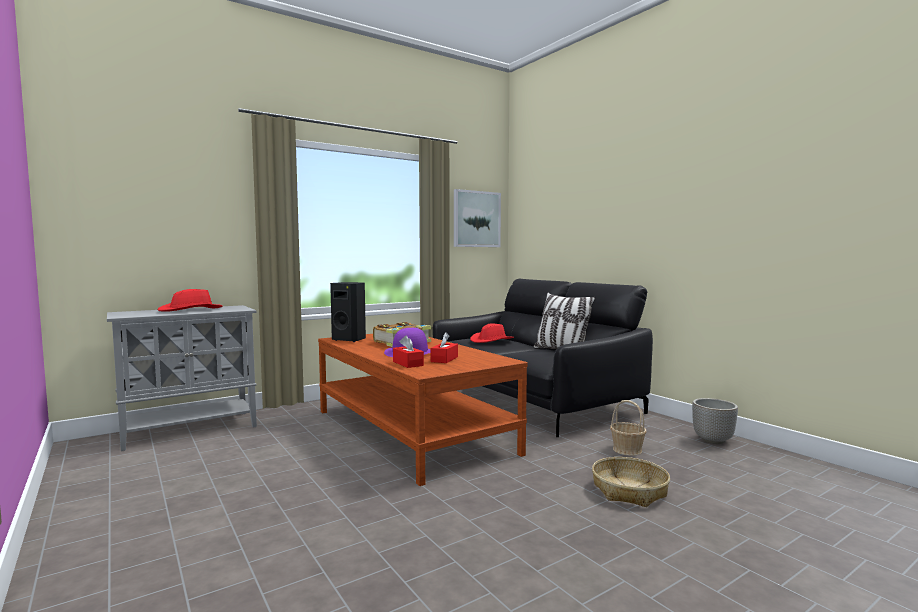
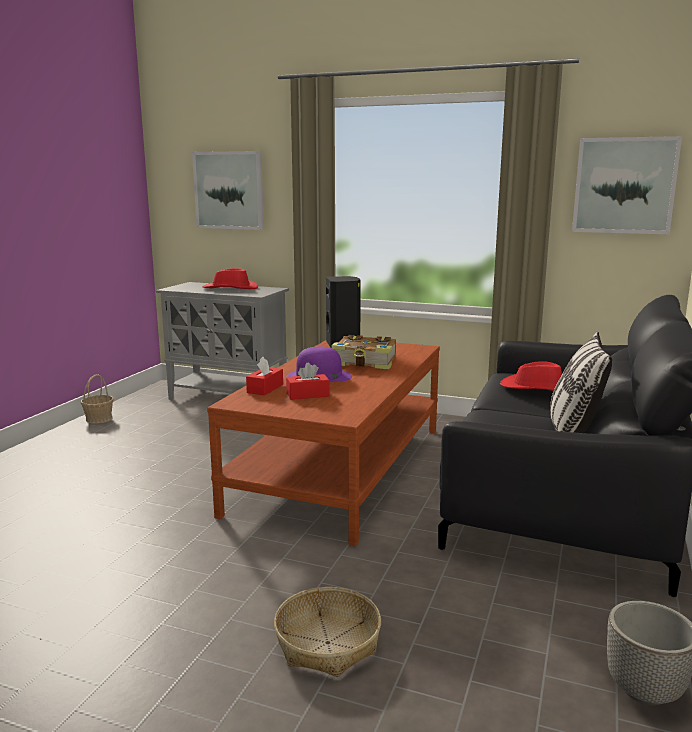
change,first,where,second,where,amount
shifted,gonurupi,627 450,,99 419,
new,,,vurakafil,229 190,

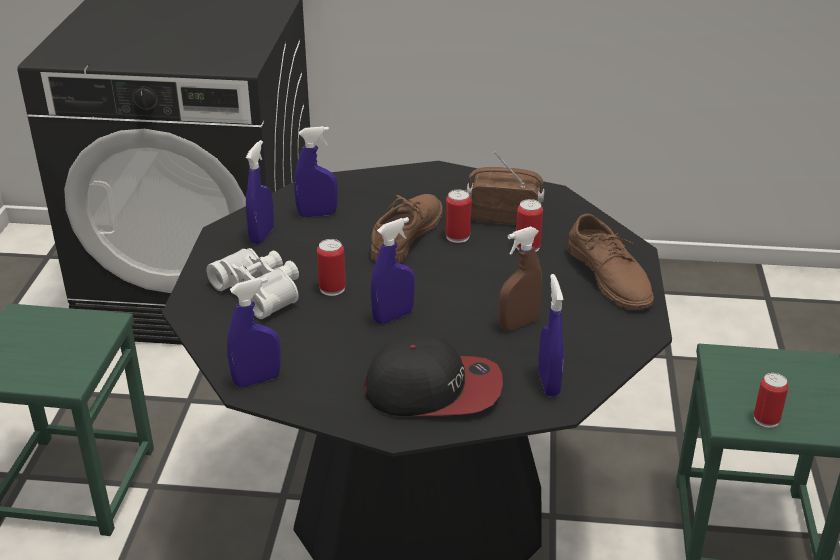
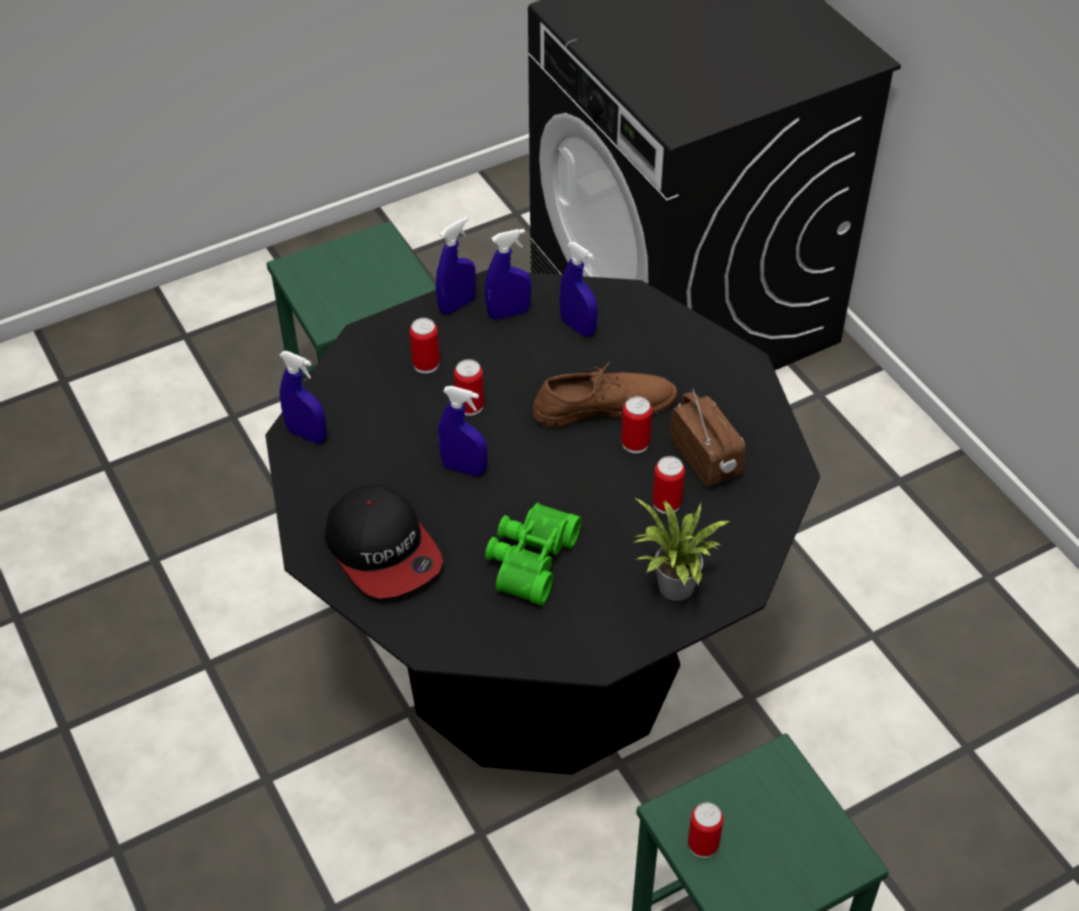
change,first,where,second,where,amount
swapped,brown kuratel,610 276,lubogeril,673 590,
swapped,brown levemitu,518 324,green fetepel,528 559,
swapped,white fetepel,261 291,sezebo,426 364,
shifted,blue levemitu,548 383,,457 305,

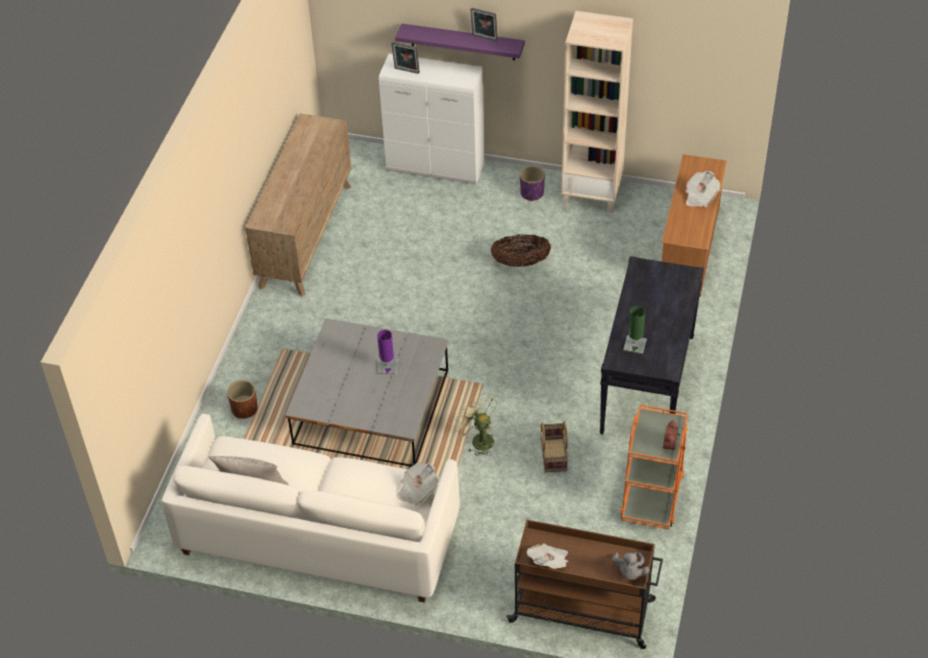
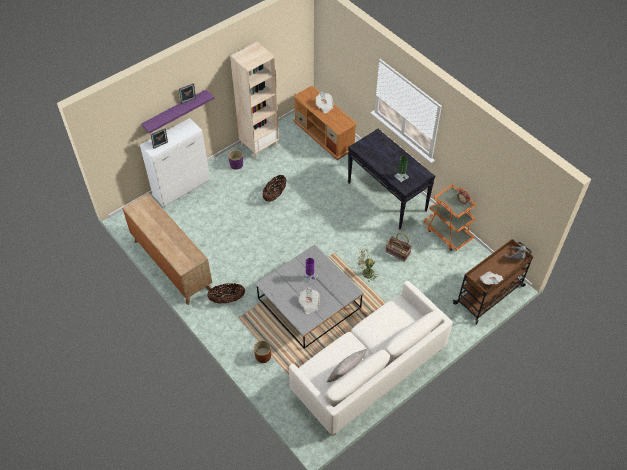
change,first,where,second,where,amount
shifted,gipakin,417 490,,309 304,
new,,,gonurupi,227 299,

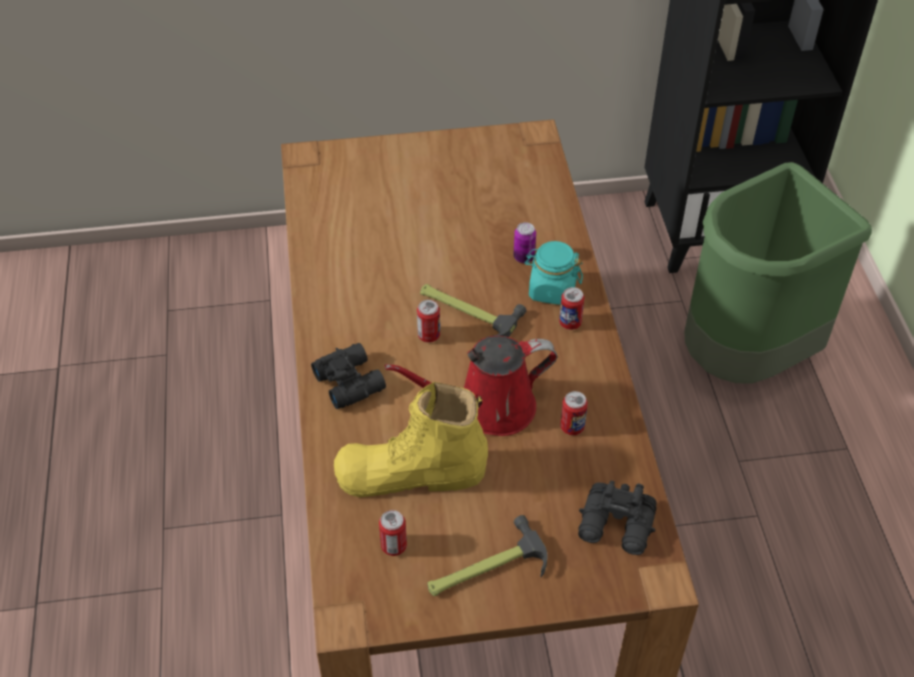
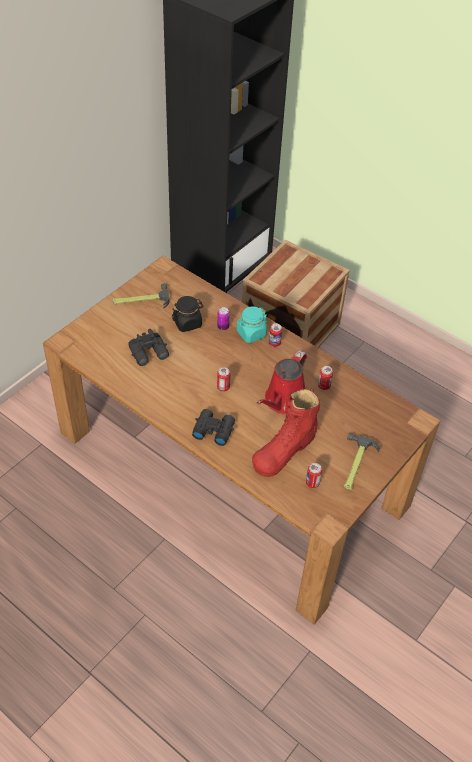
change,first,where,second,where,amount
swapped,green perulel,745 359,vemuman,290 329,
shifted,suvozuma,467 311,,141 300,
repainted,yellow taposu,411 473,red taposu,284 449,
shifted,black fetepel,617 527,,150 353,
new,,,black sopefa,187 323,

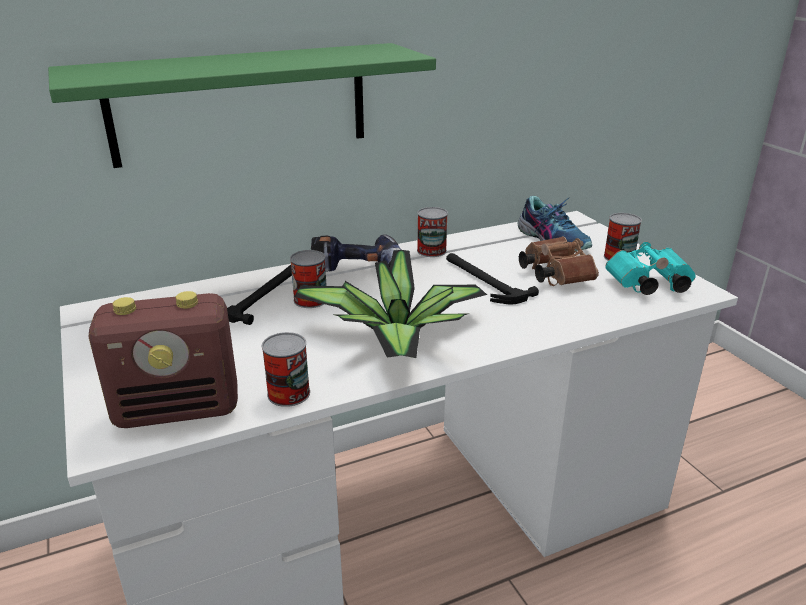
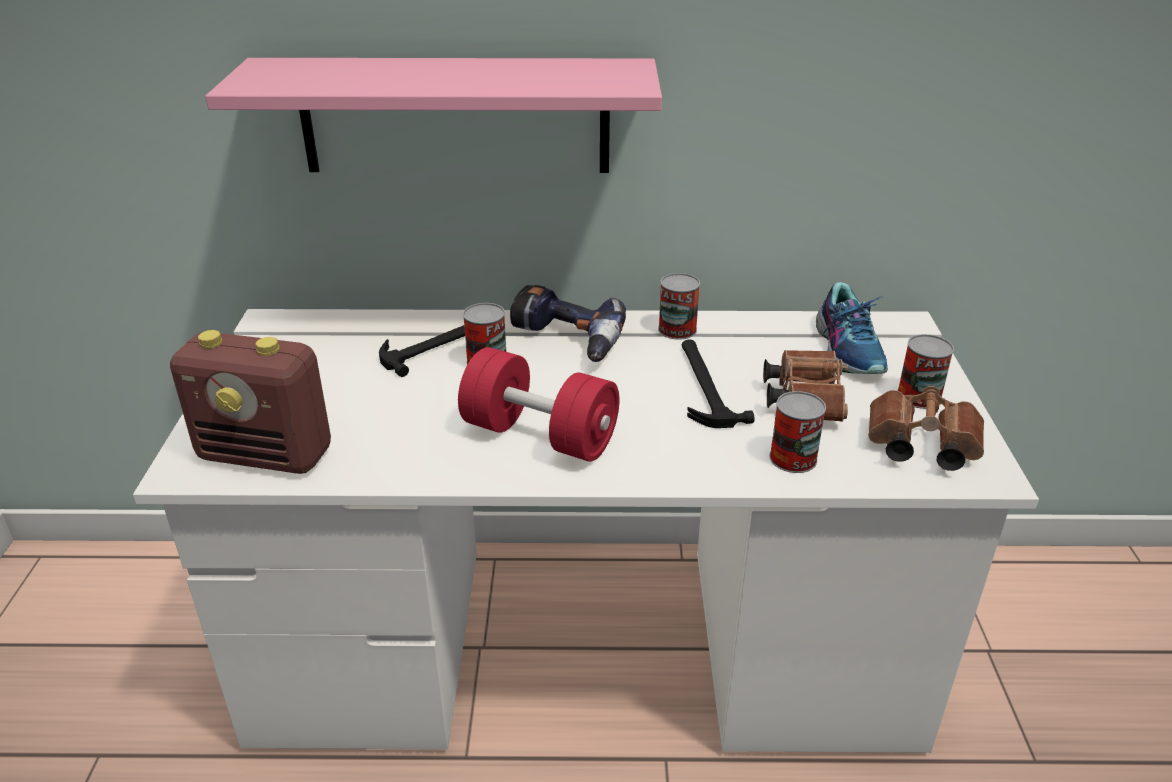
change,first,where,second,where,amount
repainted,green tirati,241 104,pink tirati,455 116,
repainted,turquoise fetepel,647 285,brown fetepel,918 447,
swapped,lubogeril,397 338,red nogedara,539 435,
shifted,sezebo,288 393,,793 458,

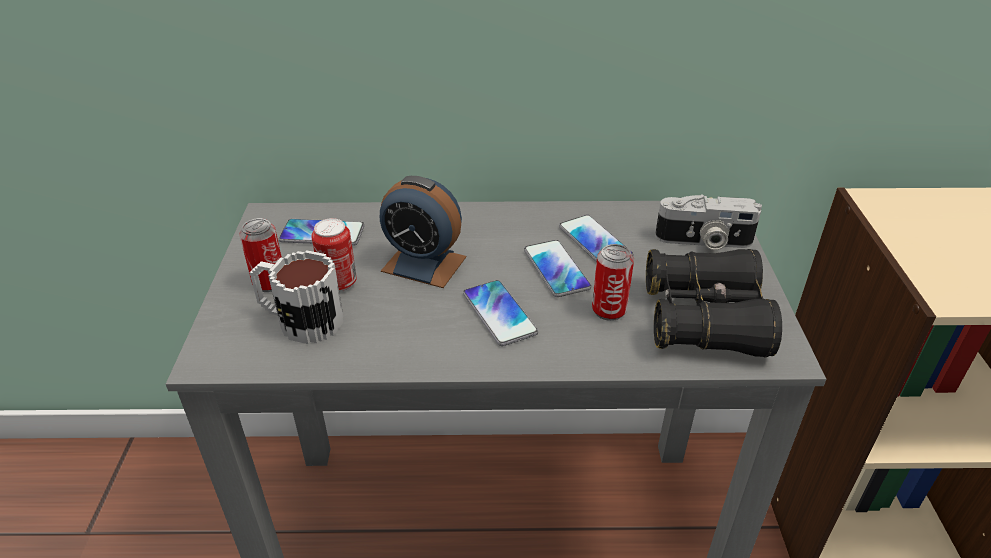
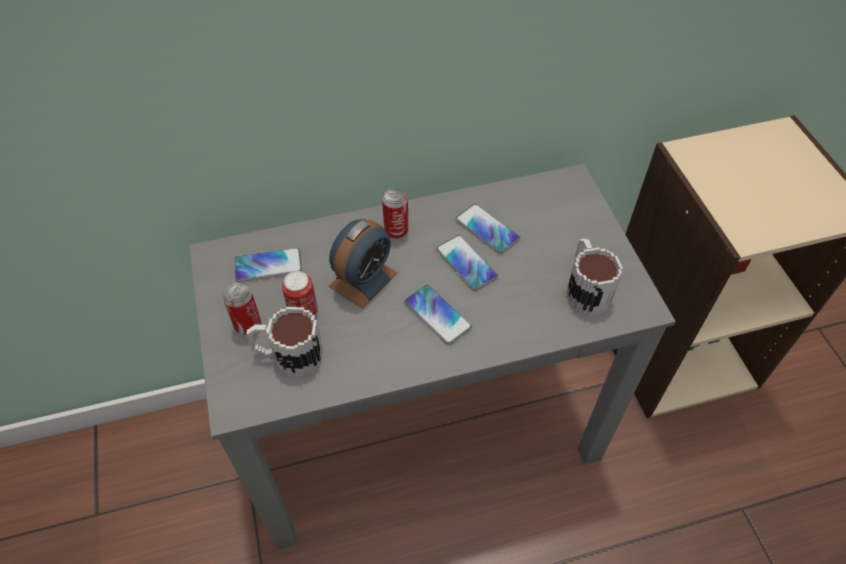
change,first,where,second,where,amount
rotated,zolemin,424 264,,363 279,60 degrees counterclockwise
gone,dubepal,704 241,,,
shifted,sezebo,609 310,,396 230,
swapped,black fetepel,704 319,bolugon,585 288,

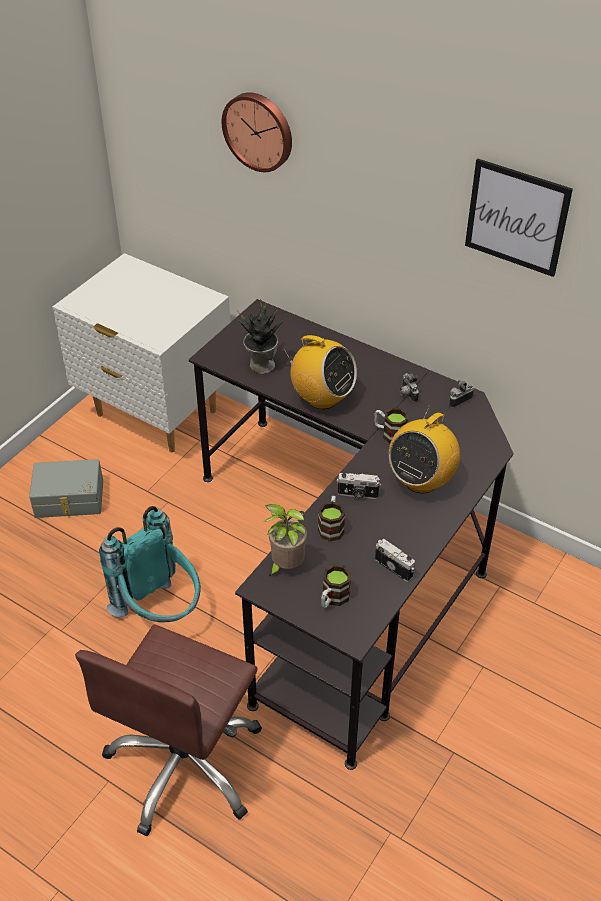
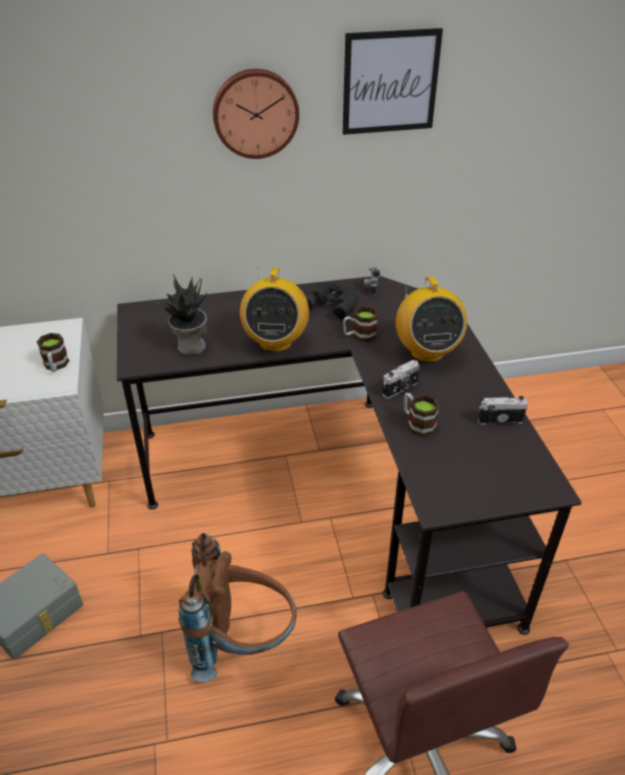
change,first,where,second,where,amount
shifted,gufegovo,259 131,,255 113,
rotated,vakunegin,322 398,,275 342,105 degrees clockwise
swapped,dubepal,407 394,black fetepel,332 304,
gone,lubogeril,285 566,,,
repainted,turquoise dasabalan,161 612,brown dasabalan,242 642,
shifted,bolugon,333 599,,56 366,

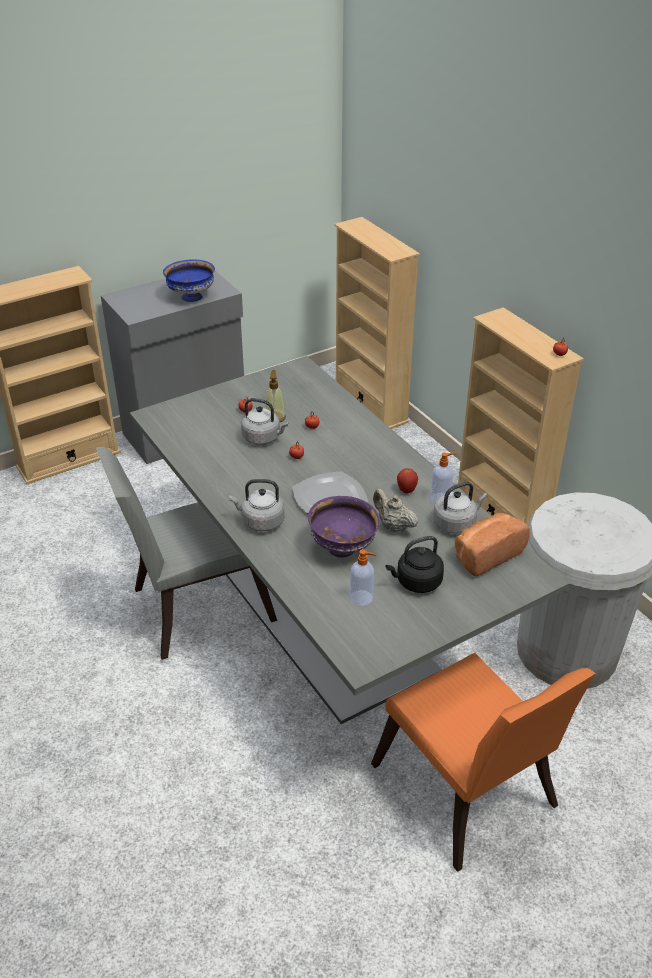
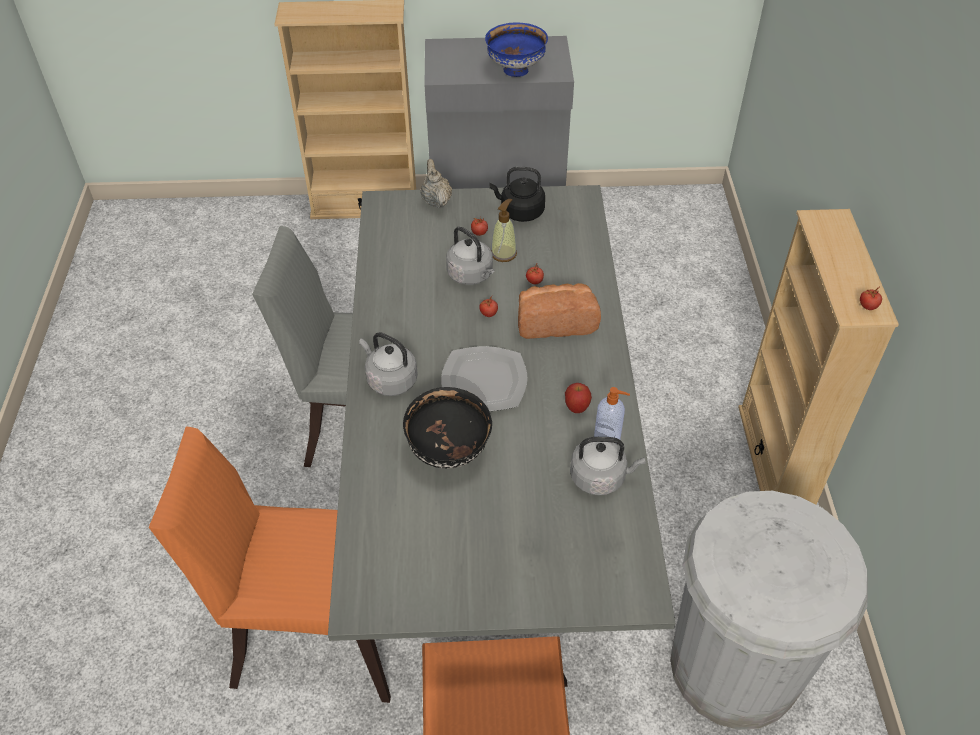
change,first,where,second,where,amount
gone,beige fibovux,370 405,,,
shifted,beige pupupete,393 526,,436 201,
repainted,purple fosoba,343 548,black fosoba,449 452,
shifted,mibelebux,486 554,,555 322,
shifted,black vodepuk,416 582,,519 212,
gone,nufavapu,362 598,,,
new,,,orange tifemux,310 625,

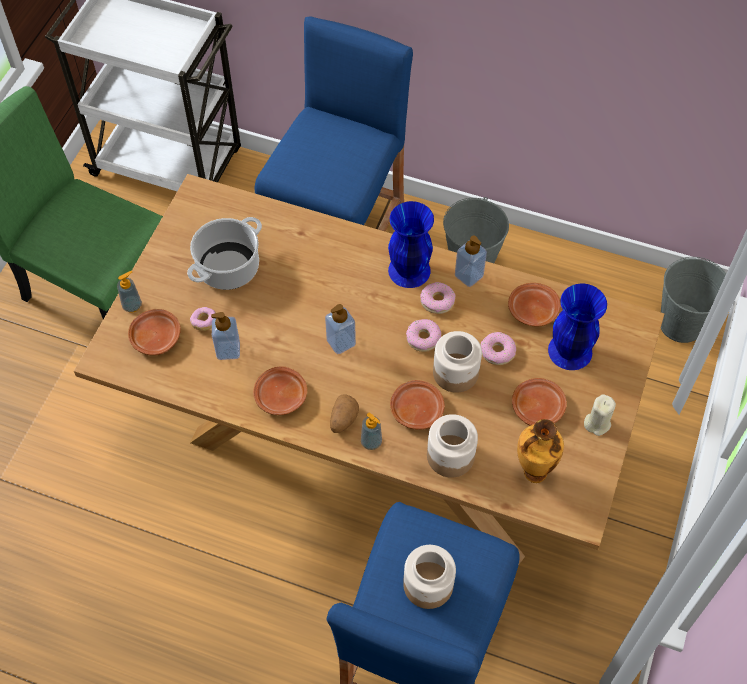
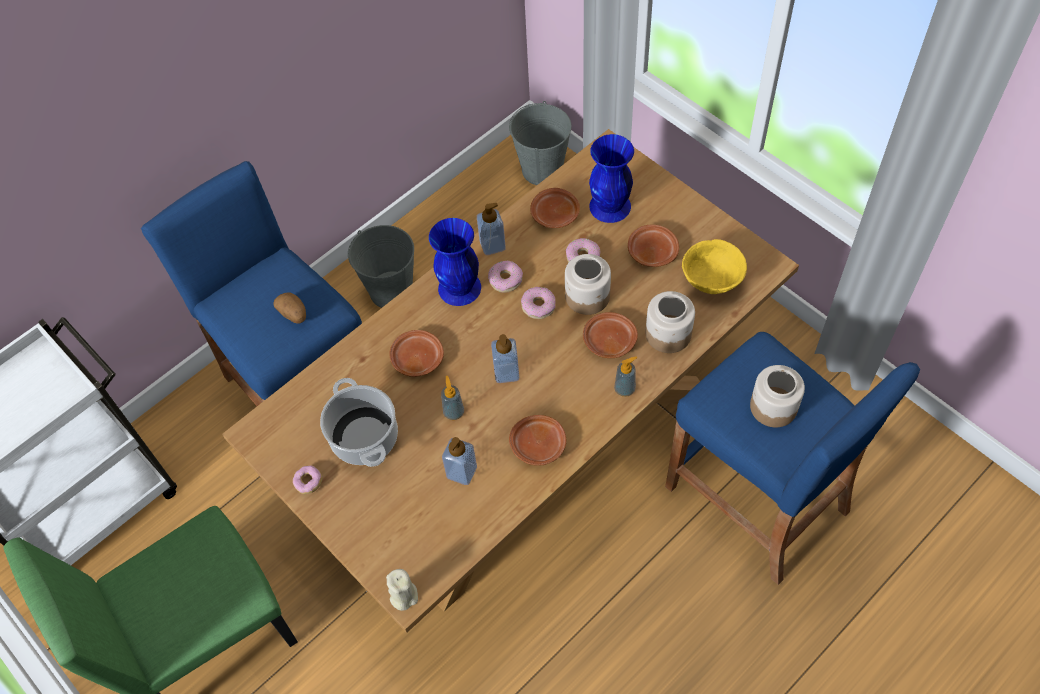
change,first,where,second,where,amount
shifted,nufavapu,132 305,,454 412,
shifted,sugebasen,204 322,,309 482,
shifted,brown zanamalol,156 336,,417 358,
shifted,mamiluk,343 420,,293 314,
shifted,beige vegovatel,597 423,,403 595,
swapped,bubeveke,533 472,yellow fosoba,712 281,

